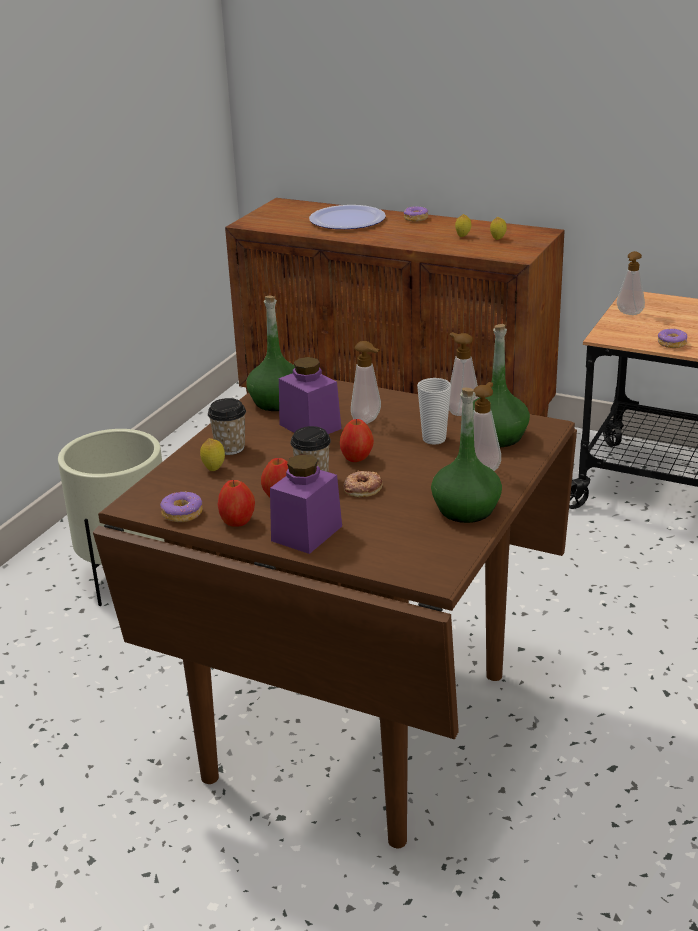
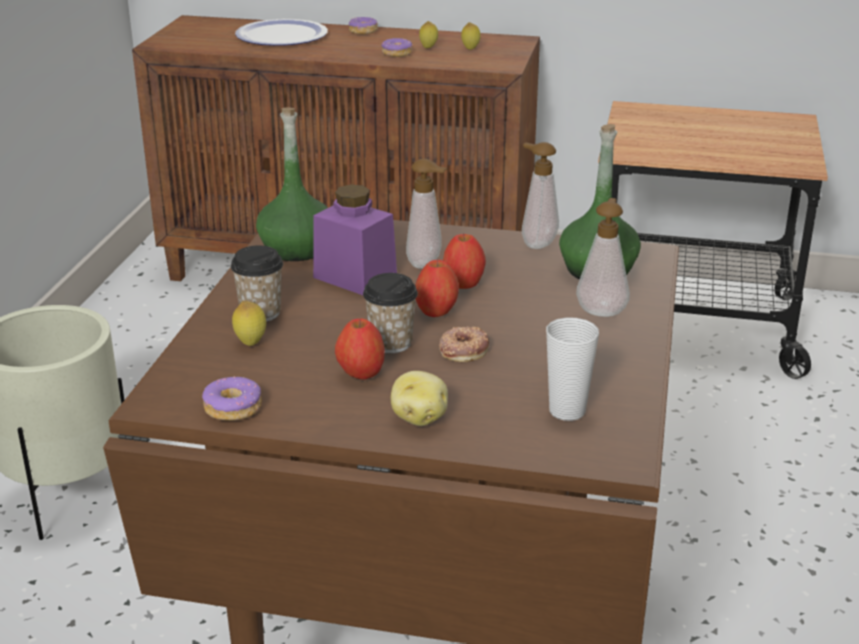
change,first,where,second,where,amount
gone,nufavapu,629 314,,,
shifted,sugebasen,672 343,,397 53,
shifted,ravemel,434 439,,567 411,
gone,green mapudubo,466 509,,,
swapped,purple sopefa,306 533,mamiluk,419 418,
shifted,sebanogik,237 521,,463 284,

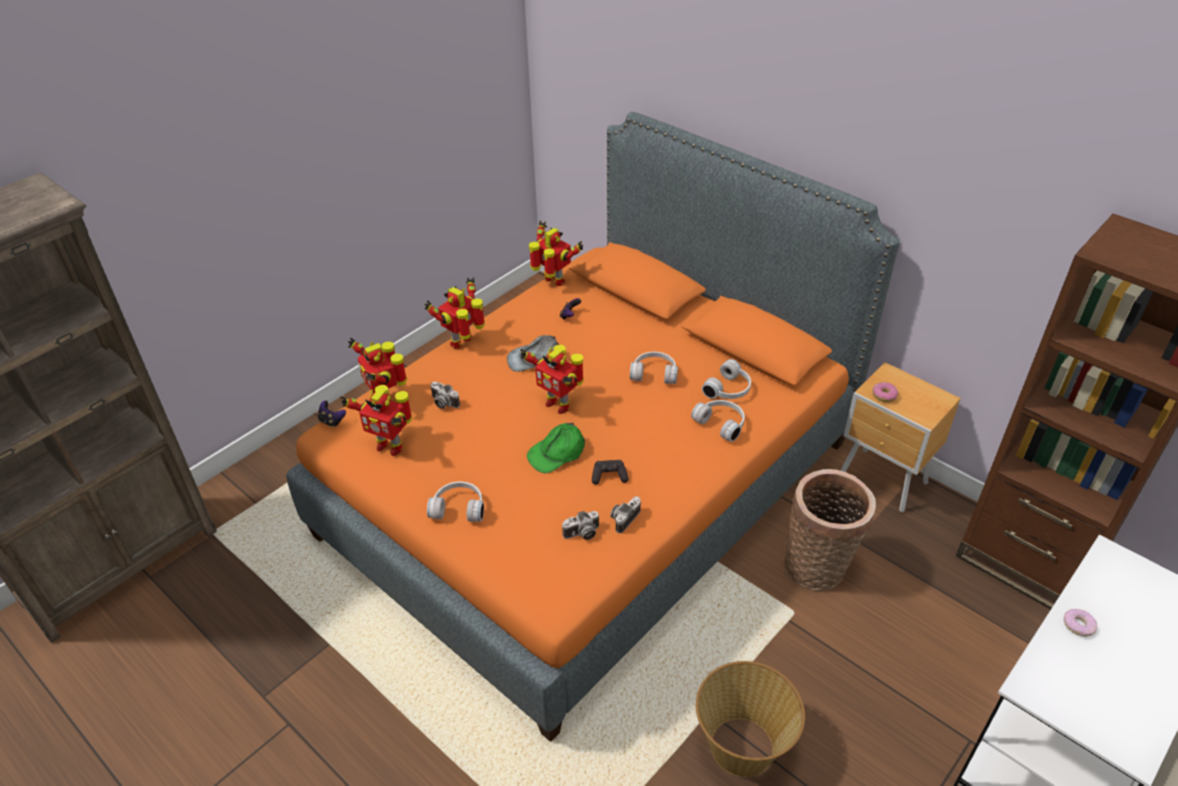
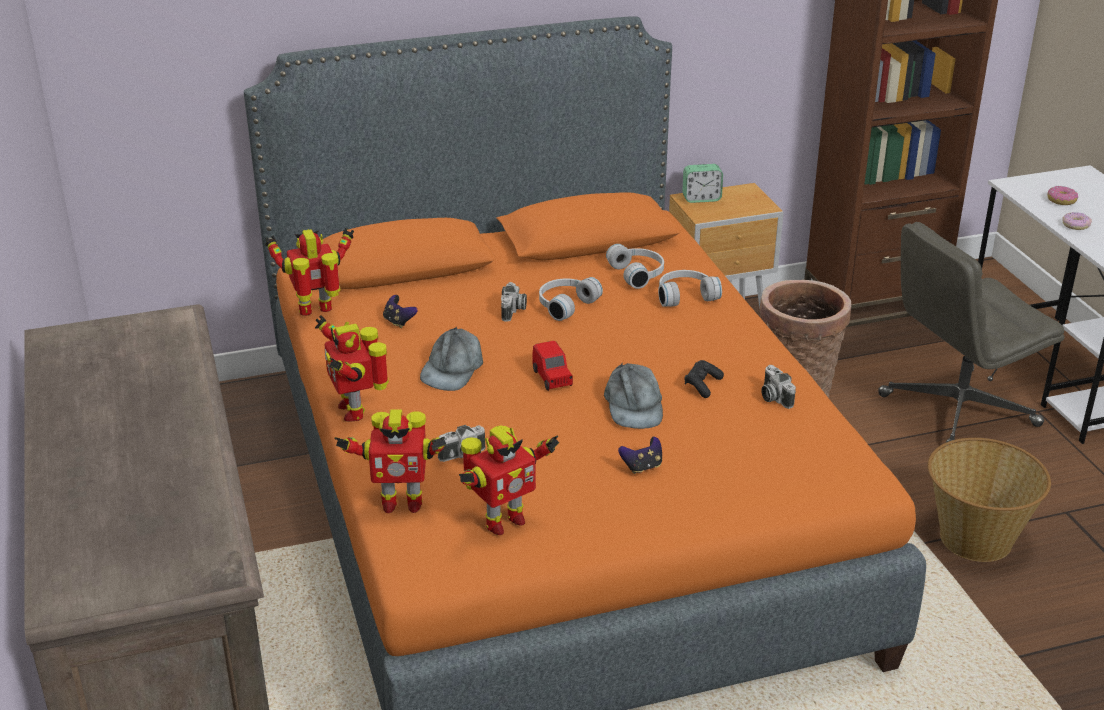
change,first,where,second,where,amount
swapped,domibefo,558 404,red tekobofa,552 378,
shifted,sugebasen,884 396,,1061 200,
shifted,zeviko,332 421,,642 467,
repainted,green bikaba,557 453,grey bikaba,633 406,
gone,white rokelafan,459 507,,,
shifted,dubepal,582 534,,513 311,
new,,,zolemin,701 198,
new,,,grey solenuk,957 411,

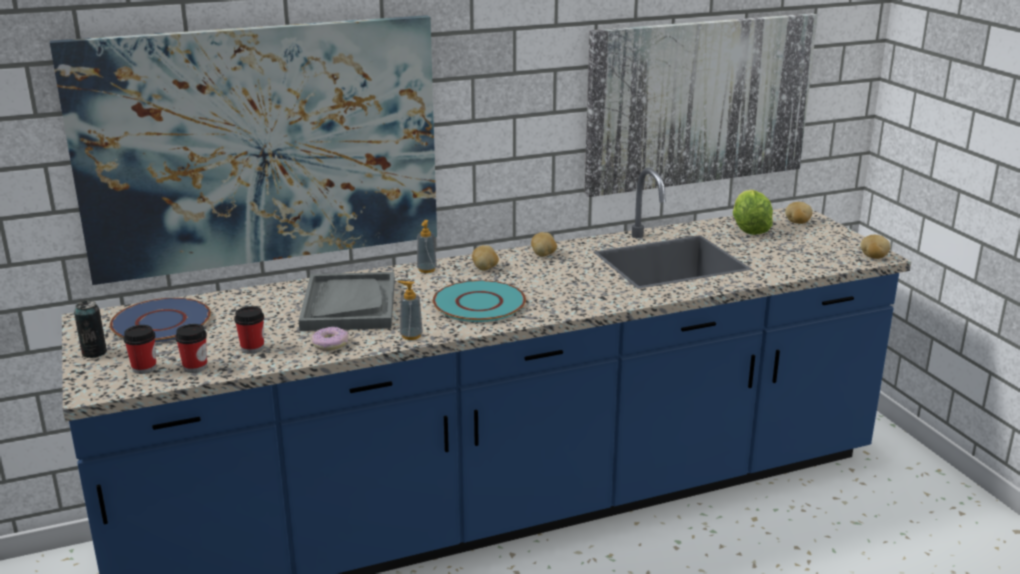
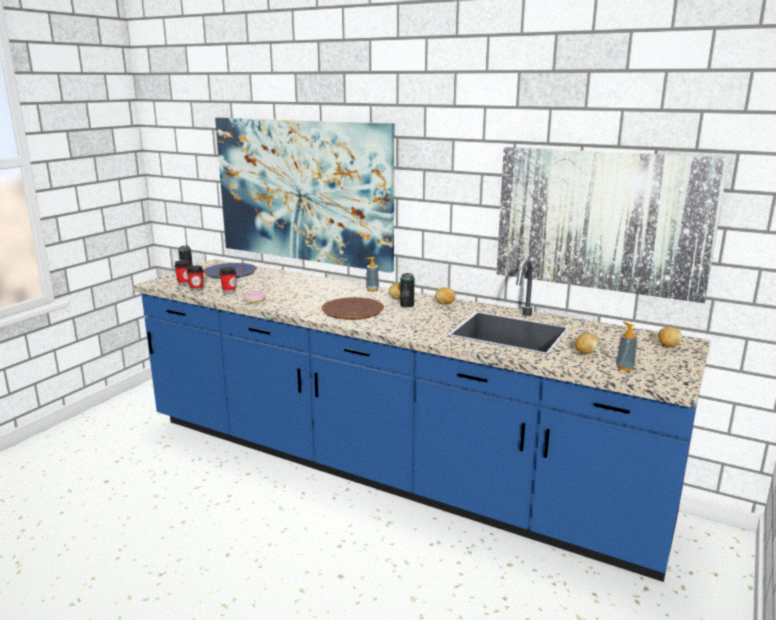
change,first,where,second,where,amount
gone,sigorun,749 228,,,
shifted,mamiluk,873 257,,584 352,
gone,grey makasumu,349 305,,,
repainted,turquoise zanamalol,478 303,brown zanamalol,352 309,
shifted,nufavapu,411 336,,624 367,
new,,,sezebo,407 305,

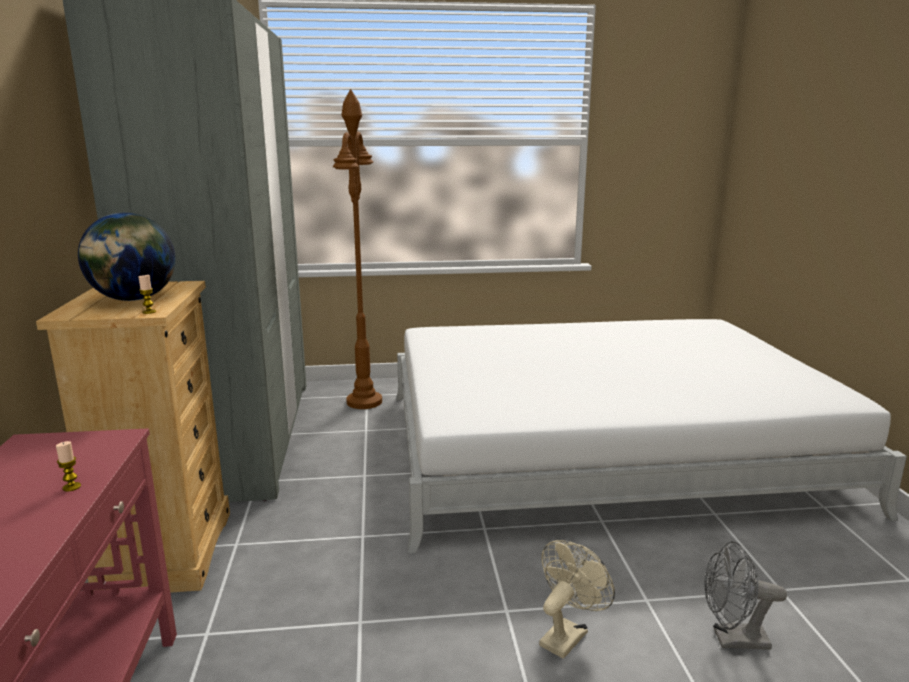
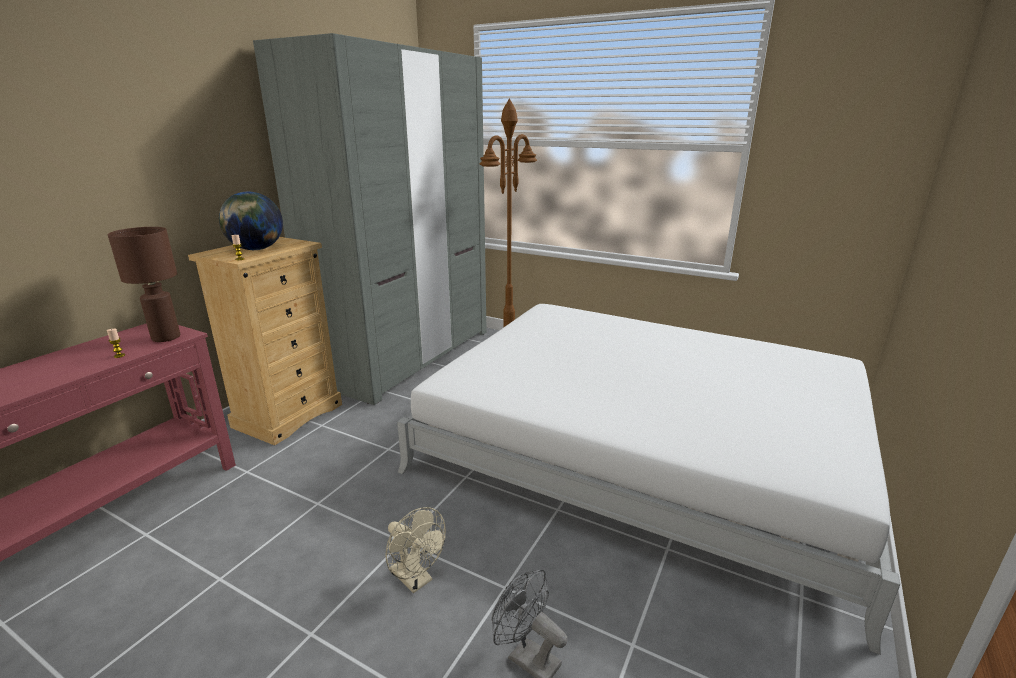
change,first,where,second,where,amount
rotated,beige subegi,567 634,,416 579,60 degrees clockwise
new,,,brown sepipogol,165 338,

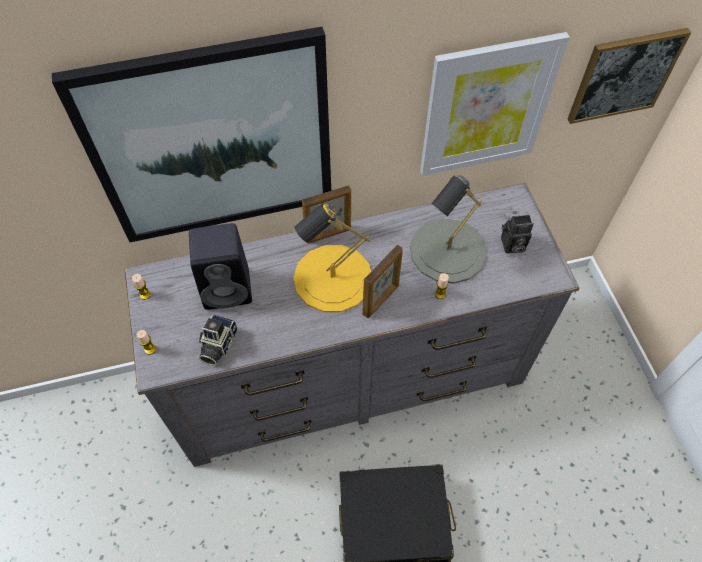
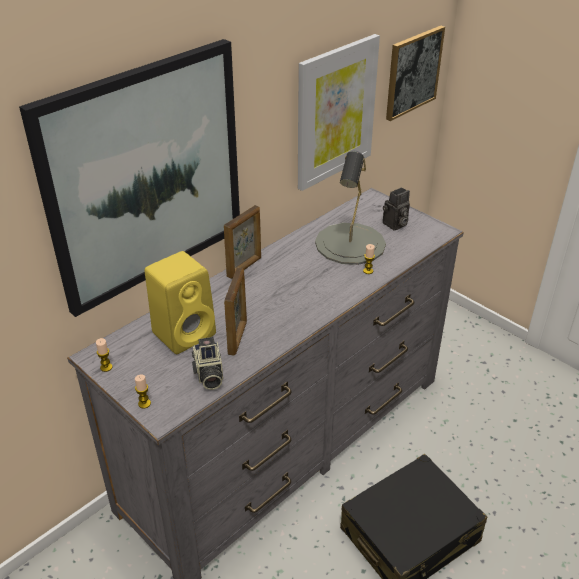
change,first,where,second,where,amount
gone,yellow sepipogol,333 278,,,
repainted,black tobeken,229 288,yellow tobeken,185 332,
shifted,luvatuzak,381 300,,237 337,

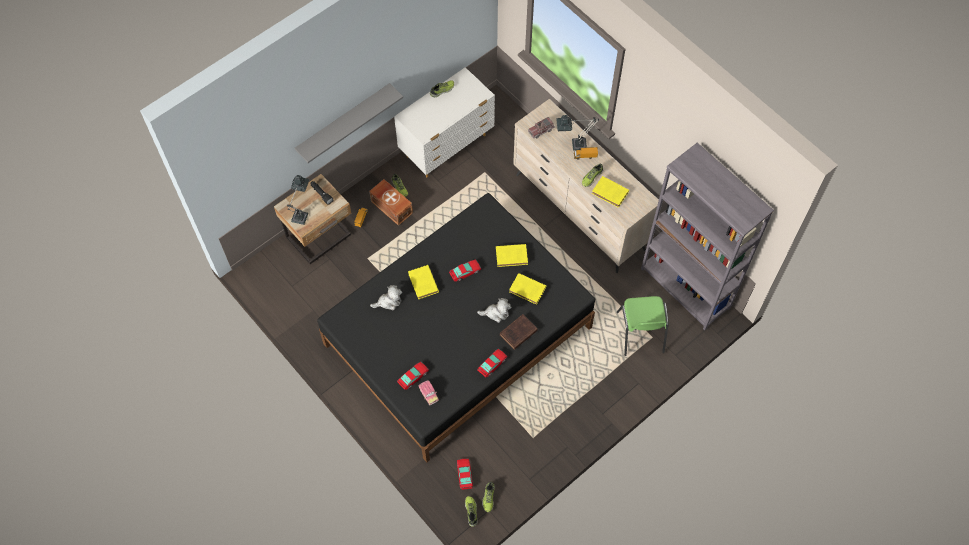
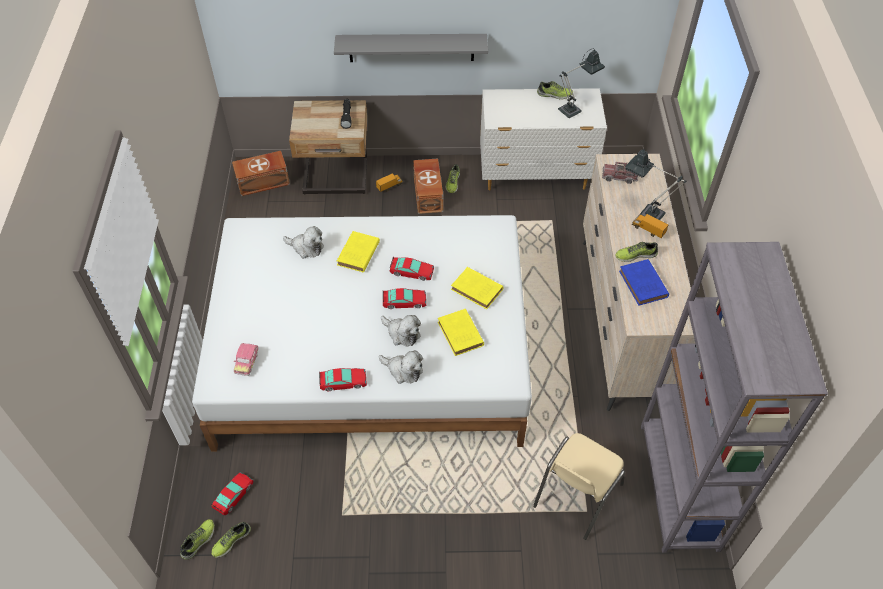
change,first,where,second,where,amount
shifted,sepipogol,301 214,,573 109,
repainted,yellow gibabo,611 193,blue gibabo,643 285,
repainted,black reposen,457 335,white reposen,371 350,
repainted,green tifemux,640 333,beige tifemux,576 495,
swapped,brown gibabo,517 333,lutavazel,403 370,
shifted,tekobofa,413 377,,404 302,
new,,,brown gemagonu,264 182,

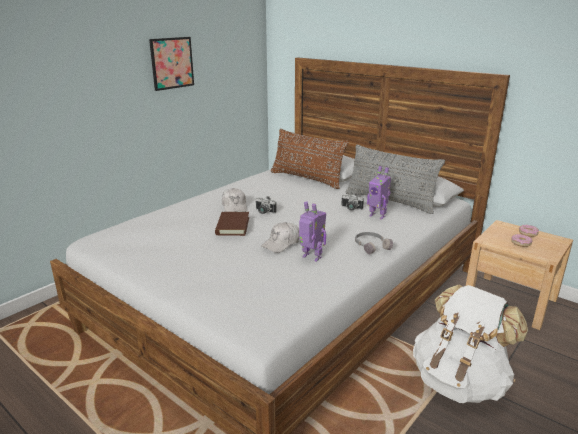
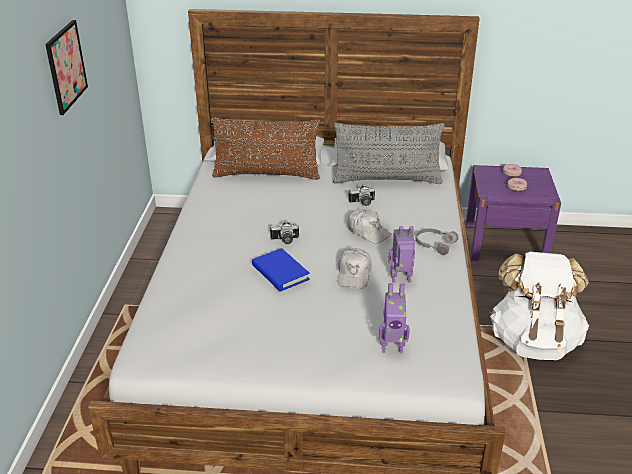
change,first,where,second,where,amount
shifted,domibefo,377 216,,392 347,
shifted,white bikaba,234 206,,368 231,
repainted,brown gibabo,232 226,blue gibabo,280 272,
repainted,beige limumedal,510 300,purple limumedal,505 242,

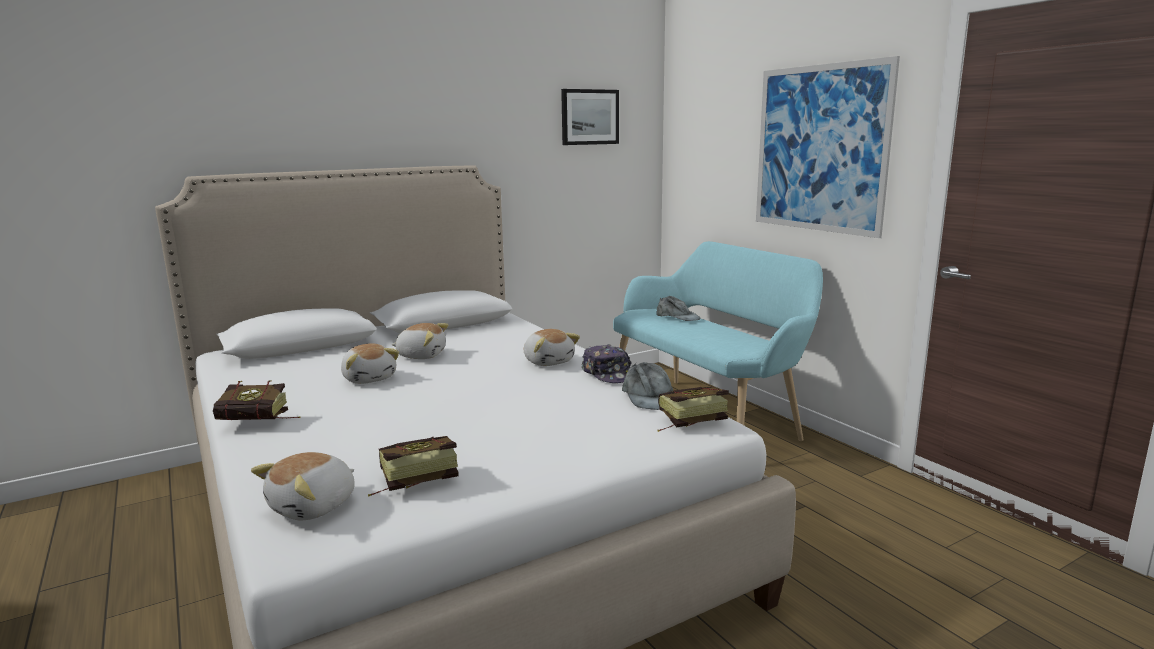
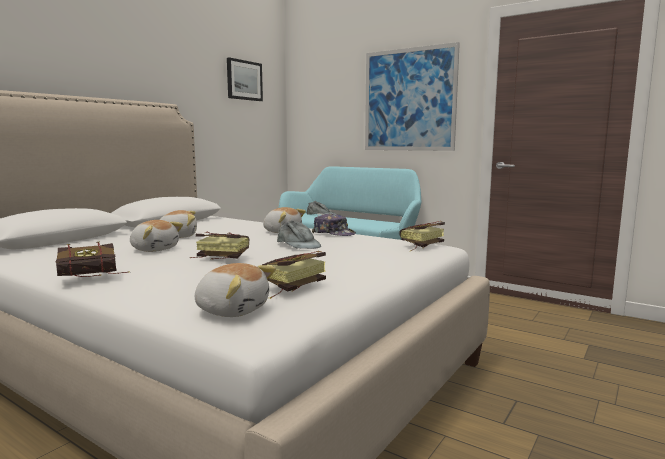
change,first,where,second,where,amount
shifted,grey bikaba,649 397,,298 244,
rotated,lutavazel,314 506,,233 310,75 degrees counterclockwise
new,,,gibabo,218 258,

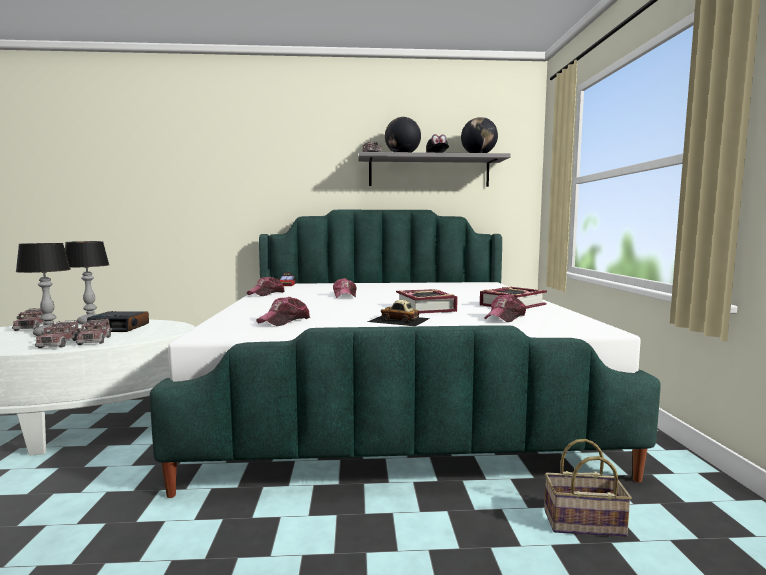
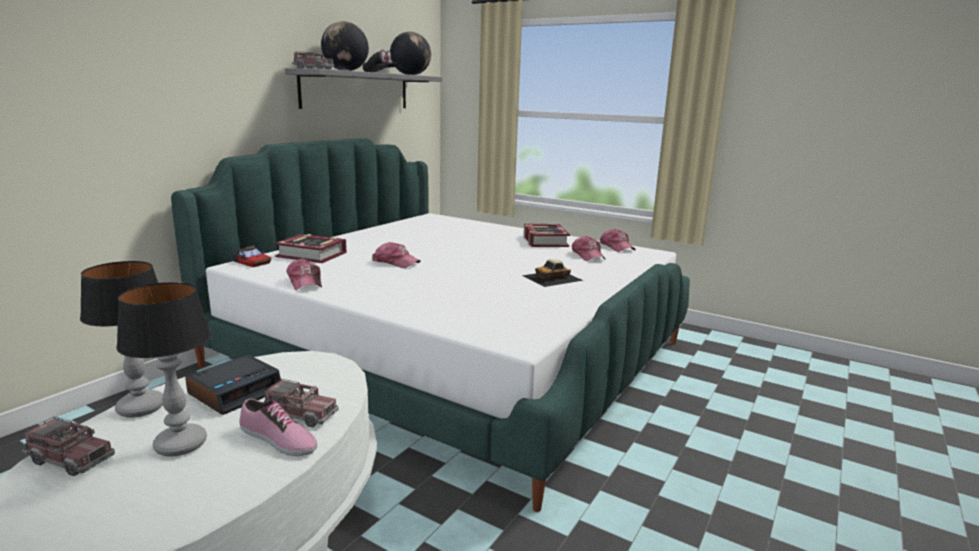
change,first,where,second,where,amount
shifted,gibabo,426 308,,312 255,
shifted,bikaba,285 321,,616 247,
swapped,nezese,59 343,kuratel,277 439,
gone,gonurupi,582 524,,,

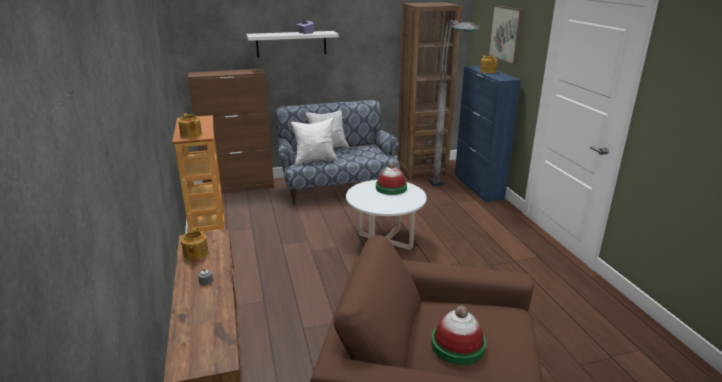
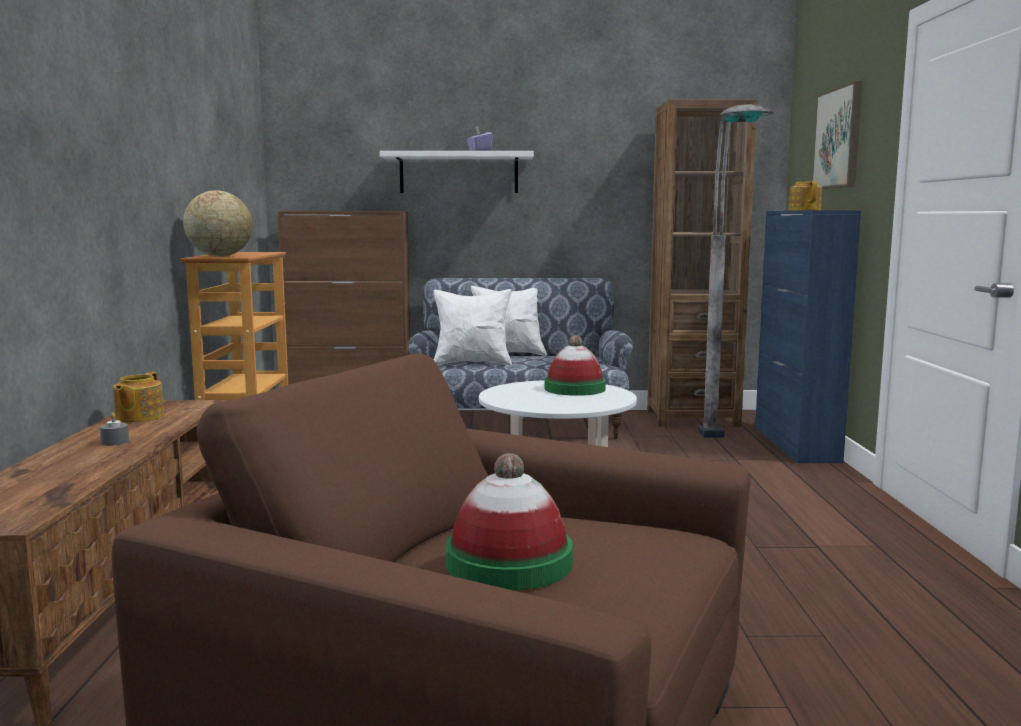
change,first,where,second,where,amount
swapped,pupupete,191 134,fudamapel,219 256,

